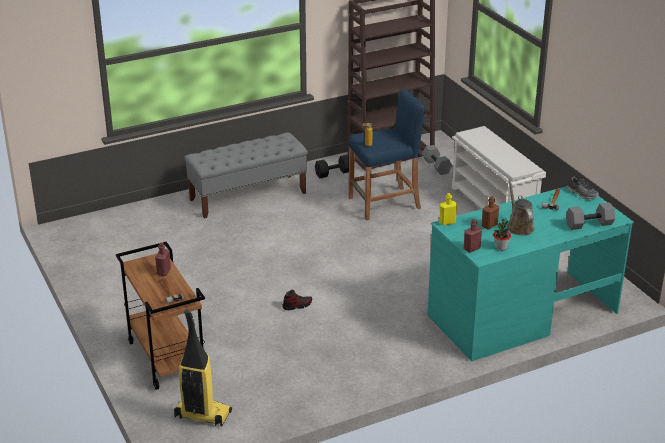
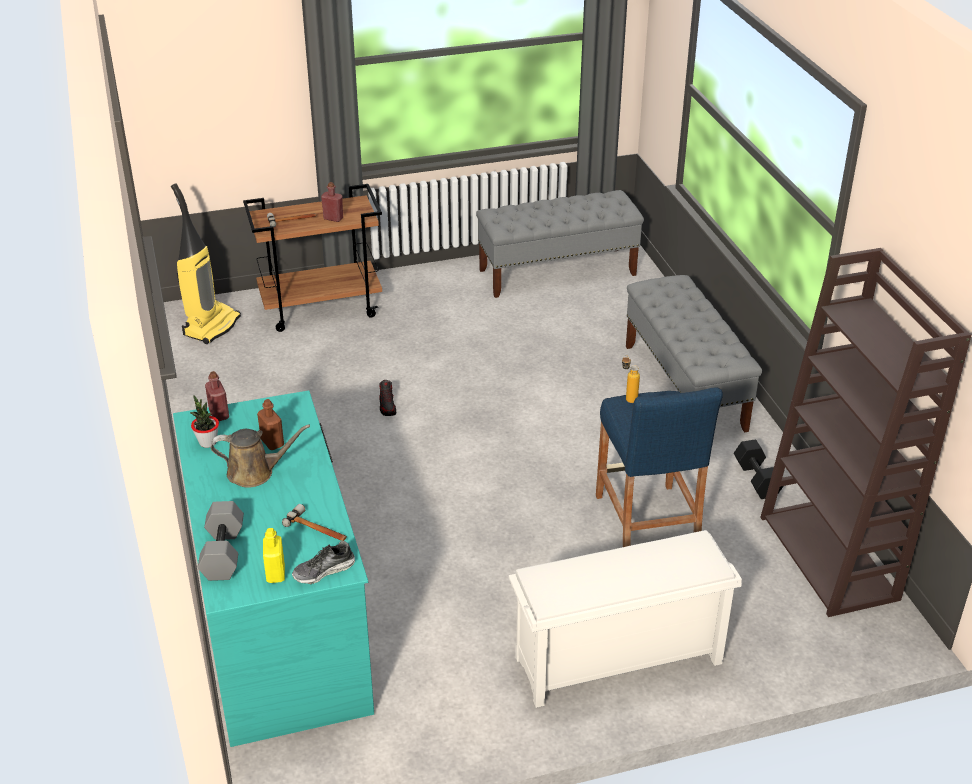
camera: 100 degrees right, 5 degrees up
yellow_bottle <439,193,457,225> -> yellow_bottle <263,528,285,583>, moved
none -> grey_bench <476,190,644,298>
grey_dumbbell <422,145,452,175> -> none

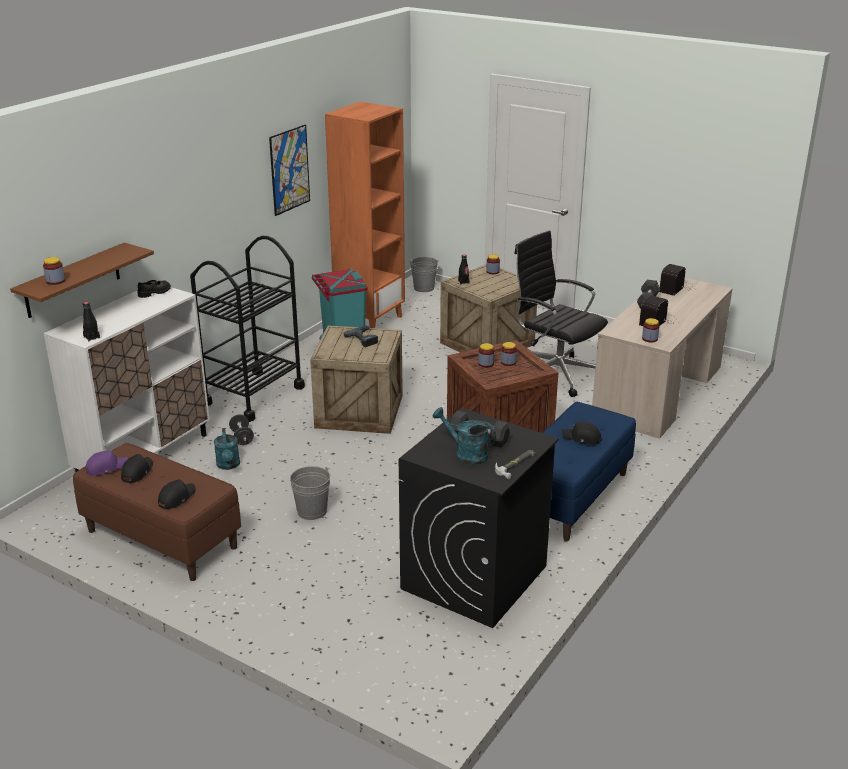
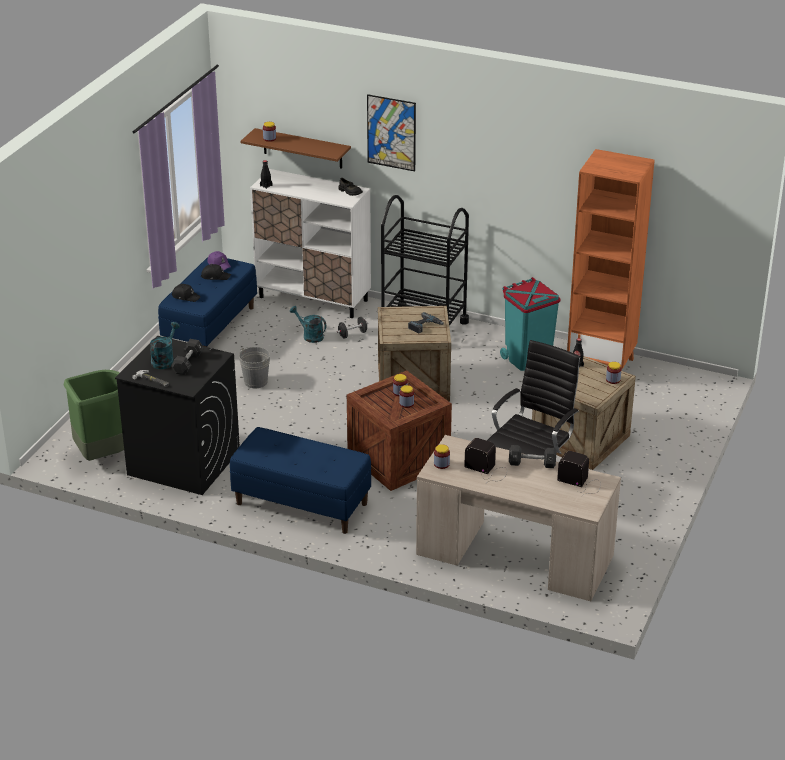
camera: 80 degrees right, 5 degrees up
none -> green_trash_can <64,370,124,461>
brown_bench <73,443,241,581> -> blue_bench <158,257,257,347>
turquoise_watering_can <214,428,240,470> -> turquoise_watering_can <290,306,326,343>, 60 degrees clockwise
picture <269,125,310,216> -> picture <367,94,416,171>, moved
grey_bucket <409,257,438,292> -> none
black_cap <562,422,602,445> -> none

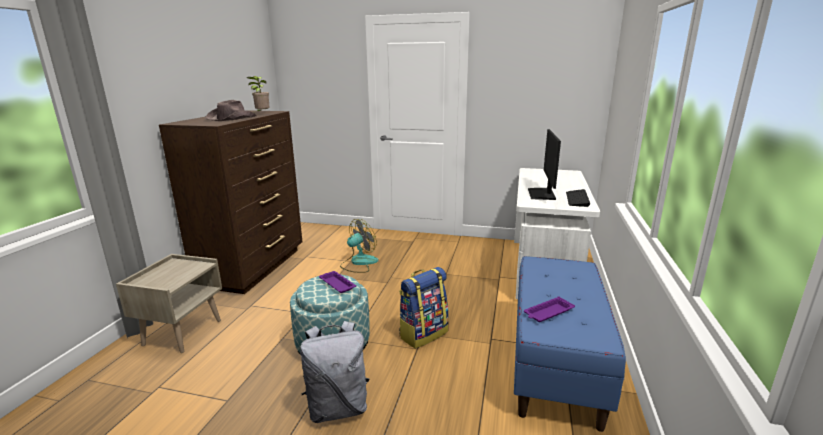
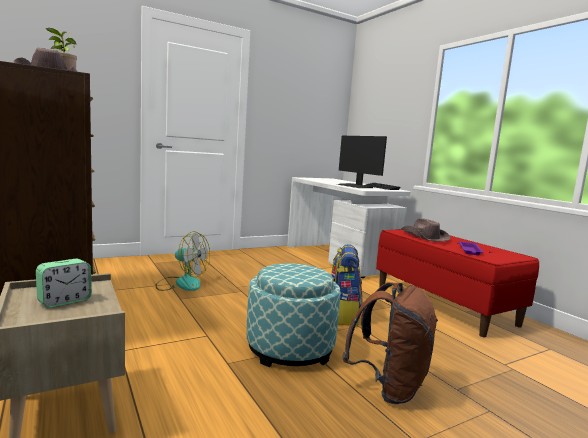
camera: 45 degrees left, 10 degrees down
none -> alarm_clock <36,259,92,308>
fan <340,219,379,273> -> fan <156,231,210,291>, 105 degrees clockwise
grey_backpack <300,321,369,423> -> brown_backpack <342,282,438,404>
blue_bench <514,256,626,432> -> red_bench <376,229,539,337>
none -> brown_hat <401,218,450,242>
purple_tray <319,271,356,293> -> none

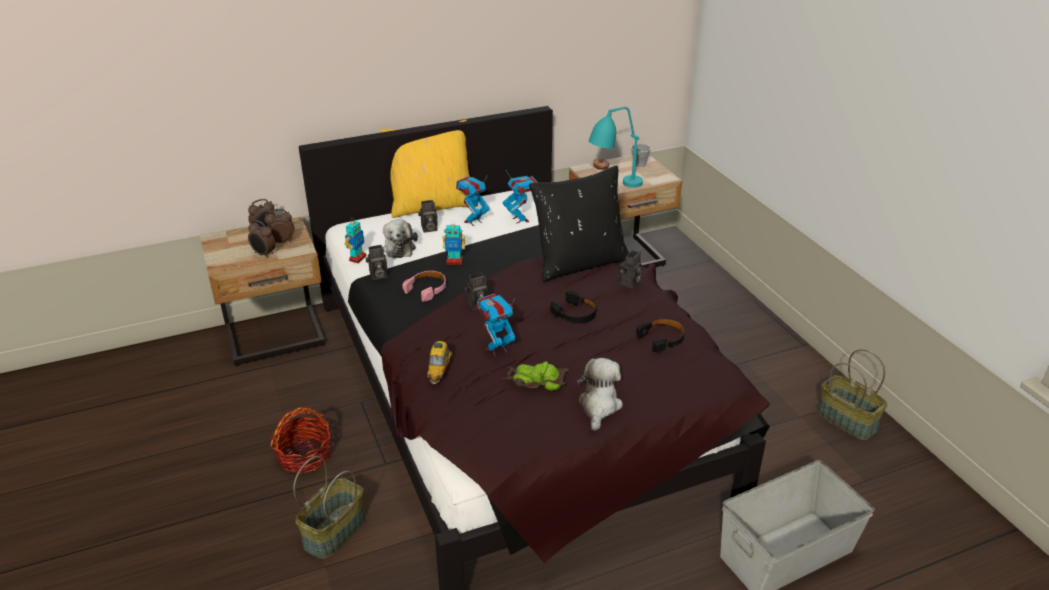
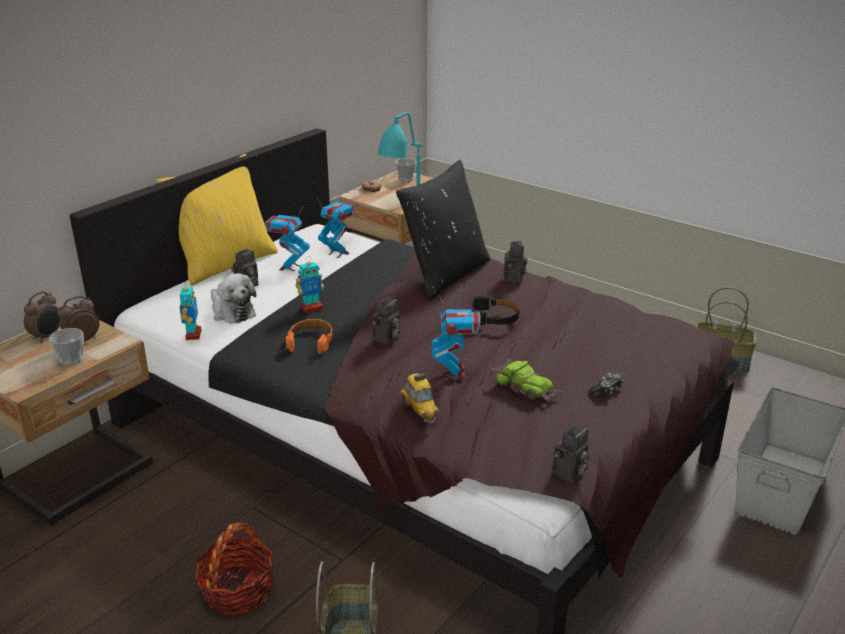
camera: 30 degrees left, 5 degrees down
alarm_clock <248,220,276,258> -> cup <49,328,84,366>
pink_headphones <402,271,446,302> -> orange_headphones <286,319,333,354>
toy_robot <477,294,515,356> -> toy_robot <432,295,481,378>, 150 degrees clockwise
toy_car <501,361,569,391> -> toy_car <491,358,564,402>, 120 degrees counterclockwise
photo_camera <366,245,388,280> -> photo_camera <552,424,589,483>, moved
plush_toy <577,358,623,431> -> game_controller <589,373,624,396>
black_headphones <636,319,685,352> -> none

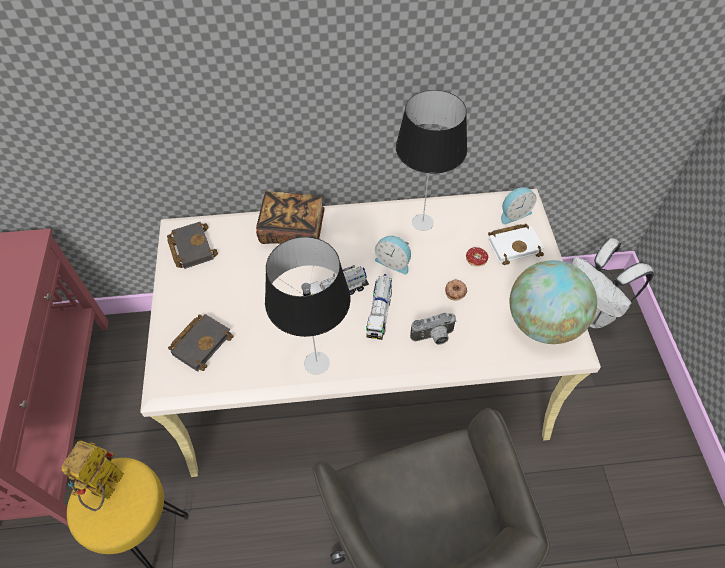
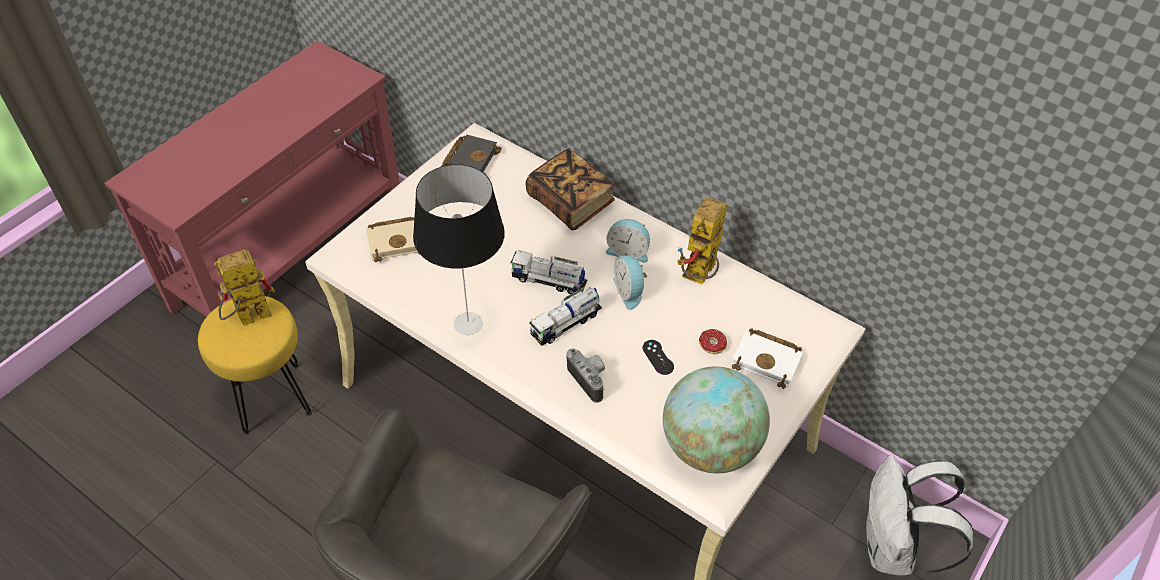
camera: 40 degrees right, 5 degrees down
black_book <168,314,234,372> -> beige_book <366,217,420,262>
photo_camera <410,313,457,345> -> photo_camera <566,349,605,403>, 150 degrees counterclockwise
alarm_clock <501,187,537,225> -> alarm_clock <606,219,650,263>, moved
donut <445,279,467,301> -> black_game_controller <643,340,674,375>
table_lamp <396,90,467,231> -> toy_robot <677,197,727,285>

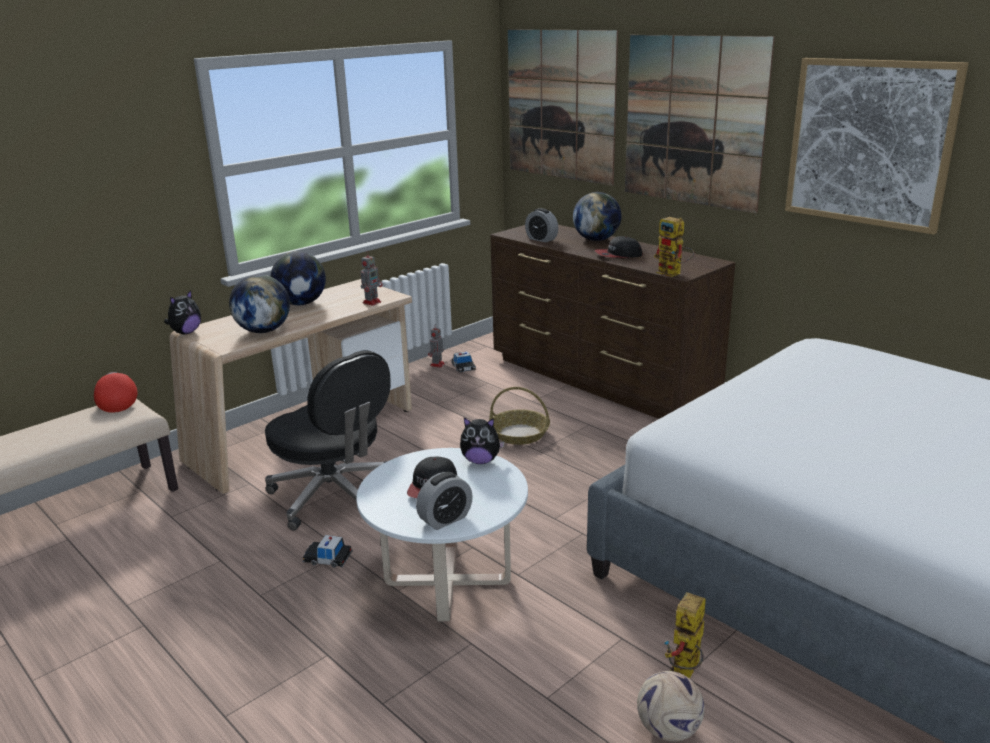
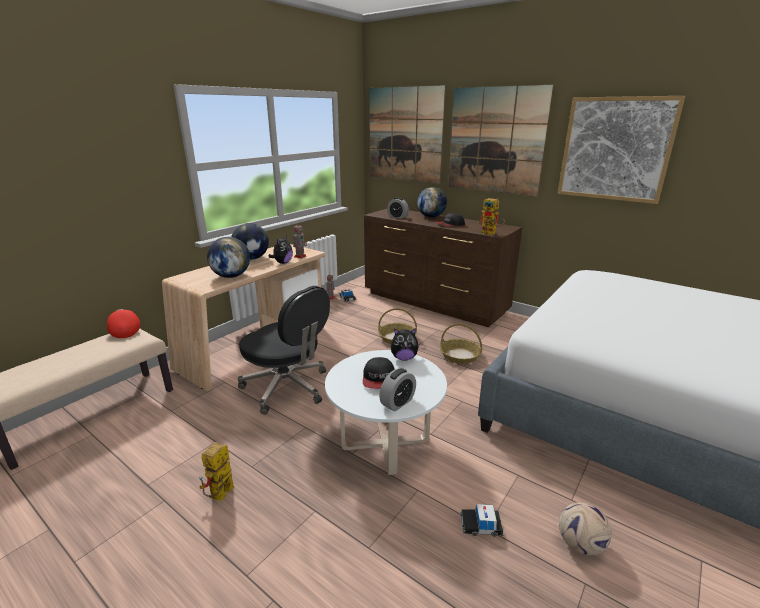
camera: 10 degrees left, 0 degrees up
toy_robot <664,592,706,679> -> toy_robot <199,442,234,502>, moved
plush_toy <164,290,201,334> -> plush_toy <268,236,293,264>, moved
none -> basket <440,324,482,364>
toy_car <302,535,353,568> -> toy_car <460,504,504,537>, moved

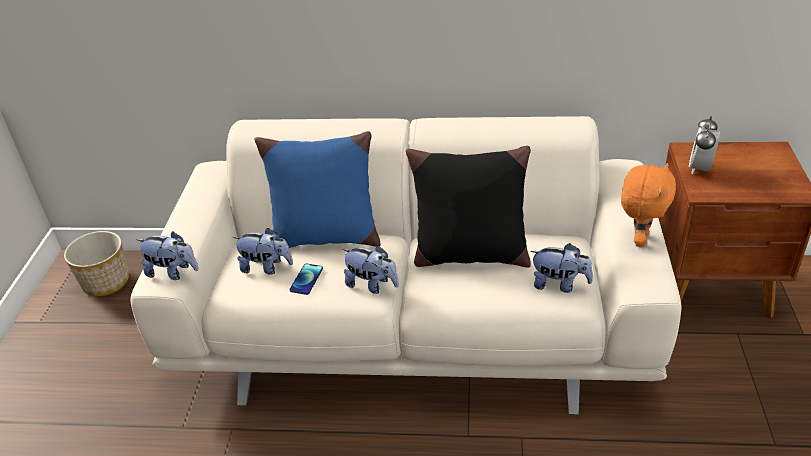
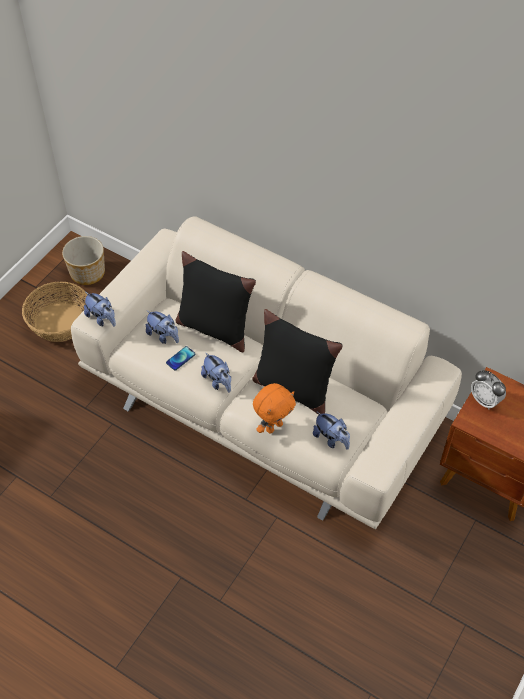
camera: 25 degrees right, 15 degrees up
none -> basket <22,282,87,342>
blue_pillow <254,131,381,248> -> black_pillow <175,251,256,352>
orange_plush_toy <621,163,676,247> -> orange_plush_toy <253,383,296,433>, moved
alarm_clock <689,116,720,174> -> alarm_clock <471,370,506,410>, 90 degrees counterclockwise

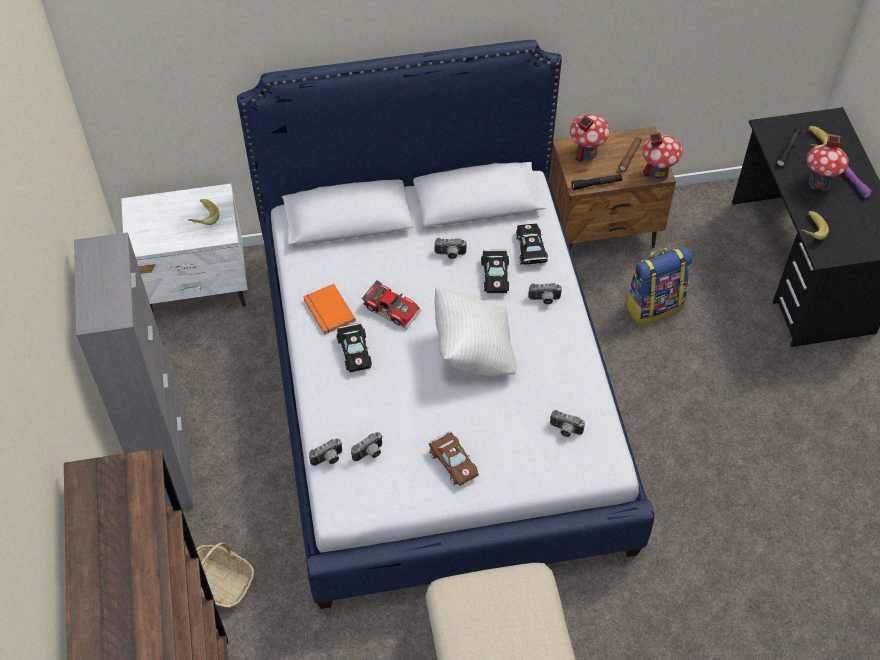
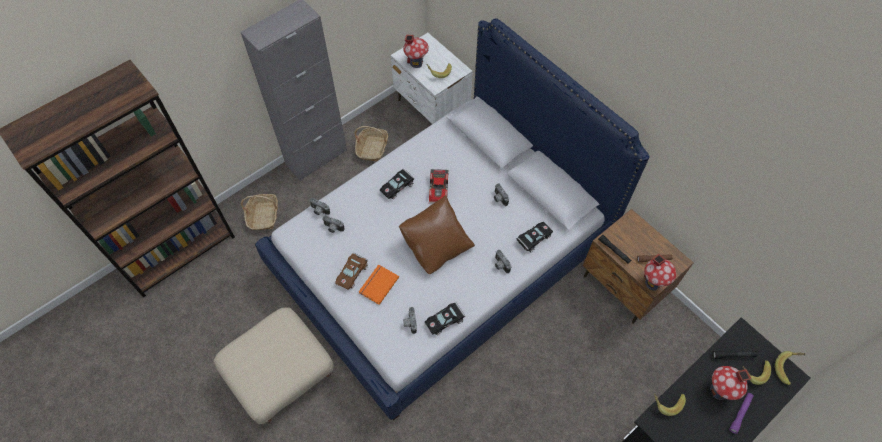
camera: 60 degrees right, 5 degrees up
none -> basket <355,126,388,162>
orange_book <303,284,356,335> -> orange_book <359,264,399,305>, moved
white_pillow <435,286,517,377> -> brown_pillow <399,195,475,274>
toy_house <570,114,610,162> -> toy_house <403,35,429,68>, moved
black_toy_car <481,250,509,293> -> black_toy_car <425,302,465,335>, moved
none -> banana <775,351,805,385>
backpack <625,247,692,325> -> none

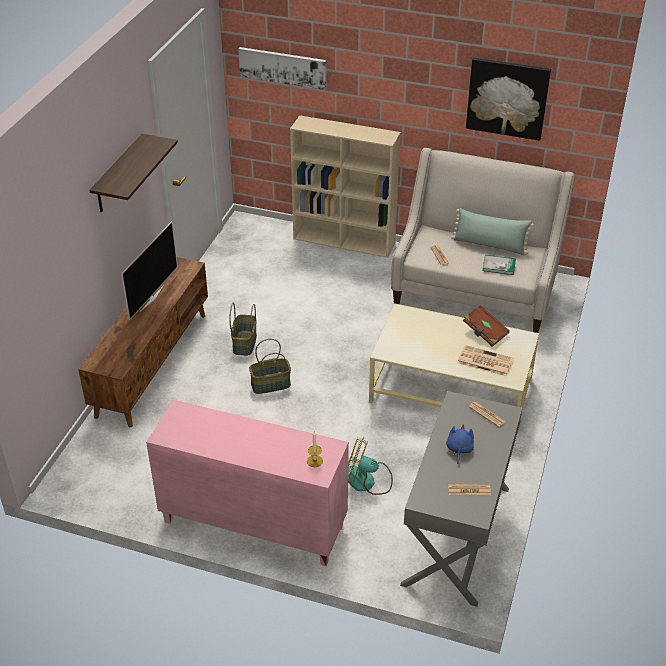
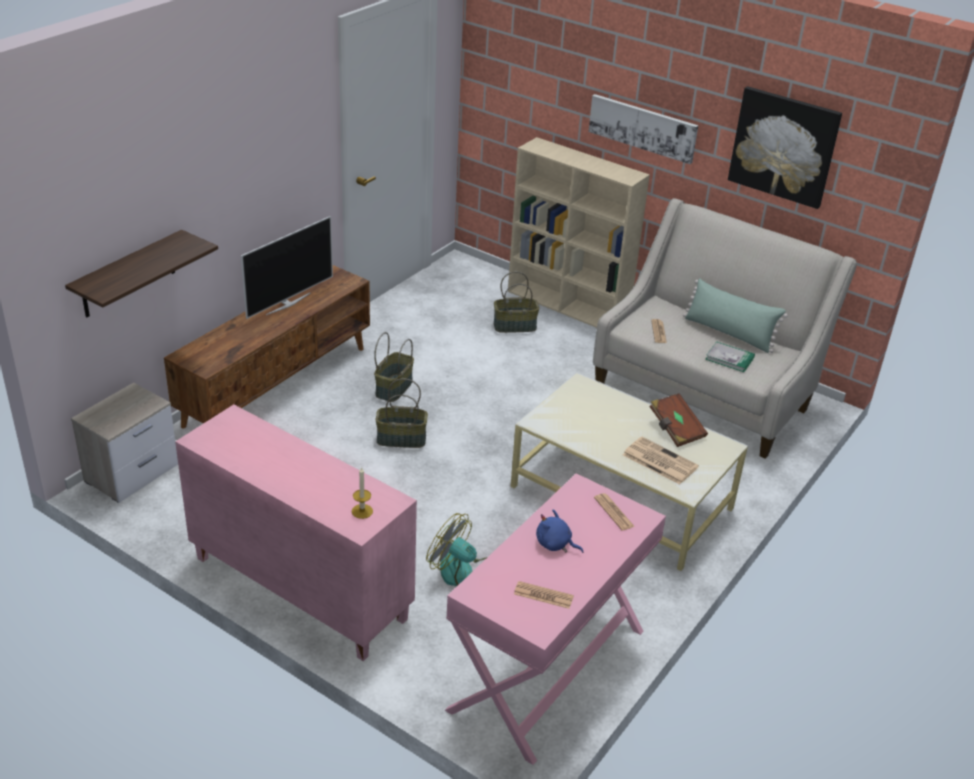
camera: 15 degrees right, 5 degrees down
shelf <90,134,178,213> -> shelf <65,230,218,317>, moved
none -> nightstand <71,383,178,503>
grey_desk <400,391,522,607> -> pink_desk <445,473,666,765>
none -> basket <494,271,539,333>
blue_plush_toy <446,424,474,464> -> blue_plush_toy <536,509,583,553>, 90 degrees counterclockwise
picture <238,47,326,90> -> picture <589,94,698,164>, moved

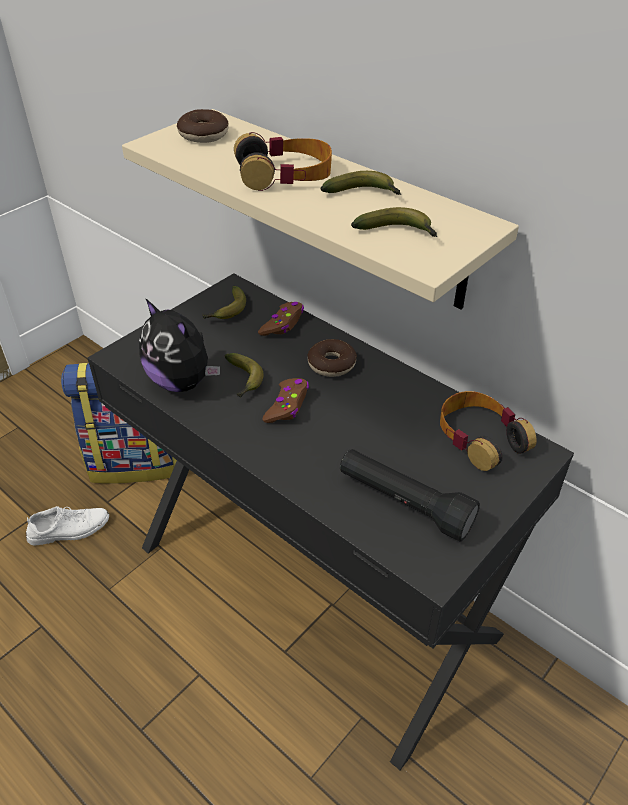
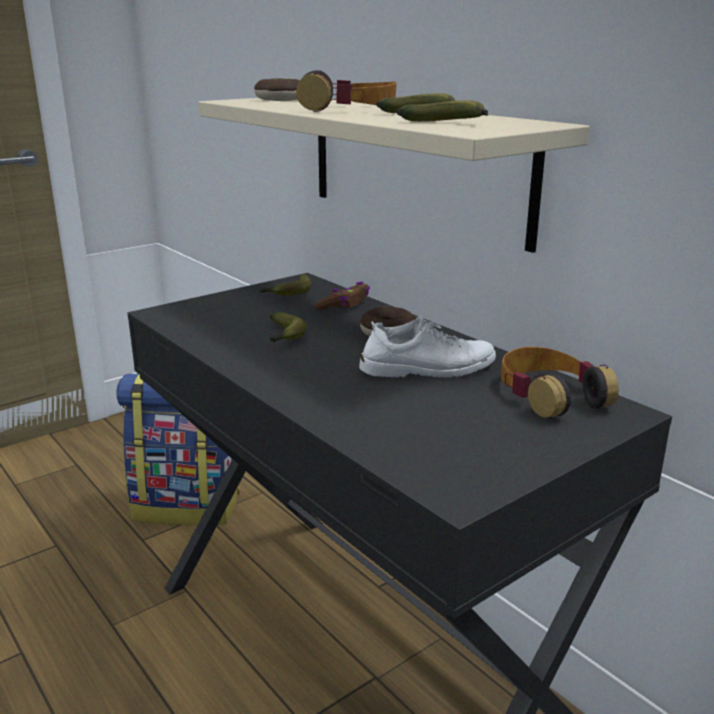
camera: 10 degrees right, 20 degrees down
white_shoe <26,506,109,546> -> white_shoe <359,317,496,378>, moved
plush_toy <139,298,220,392> -> none
brown_game_controller <263,378,309,423> -> none
black_flashlight <340,449,480,542> -> none

